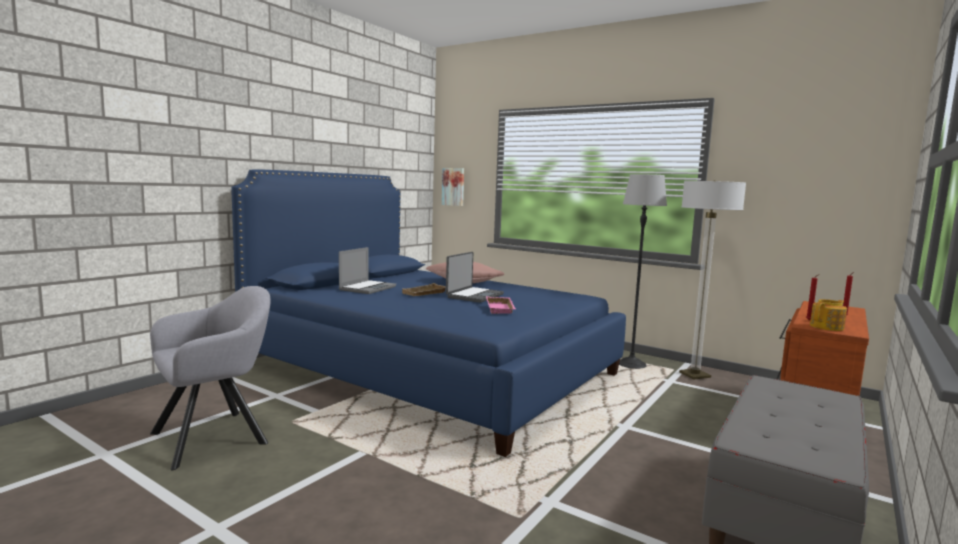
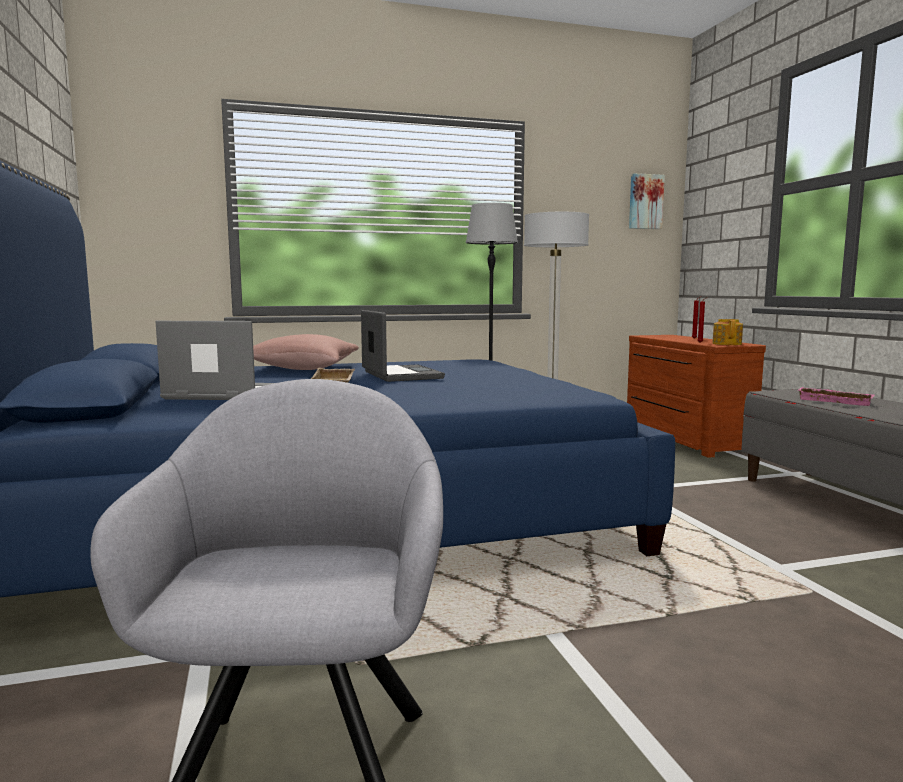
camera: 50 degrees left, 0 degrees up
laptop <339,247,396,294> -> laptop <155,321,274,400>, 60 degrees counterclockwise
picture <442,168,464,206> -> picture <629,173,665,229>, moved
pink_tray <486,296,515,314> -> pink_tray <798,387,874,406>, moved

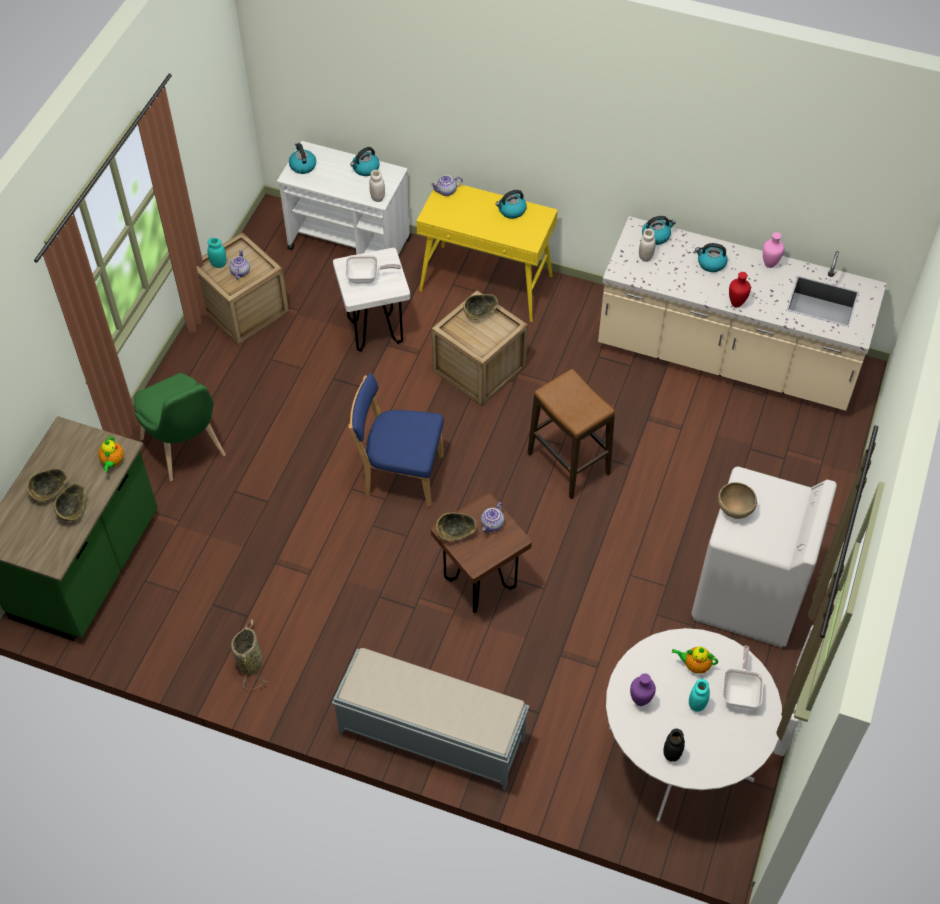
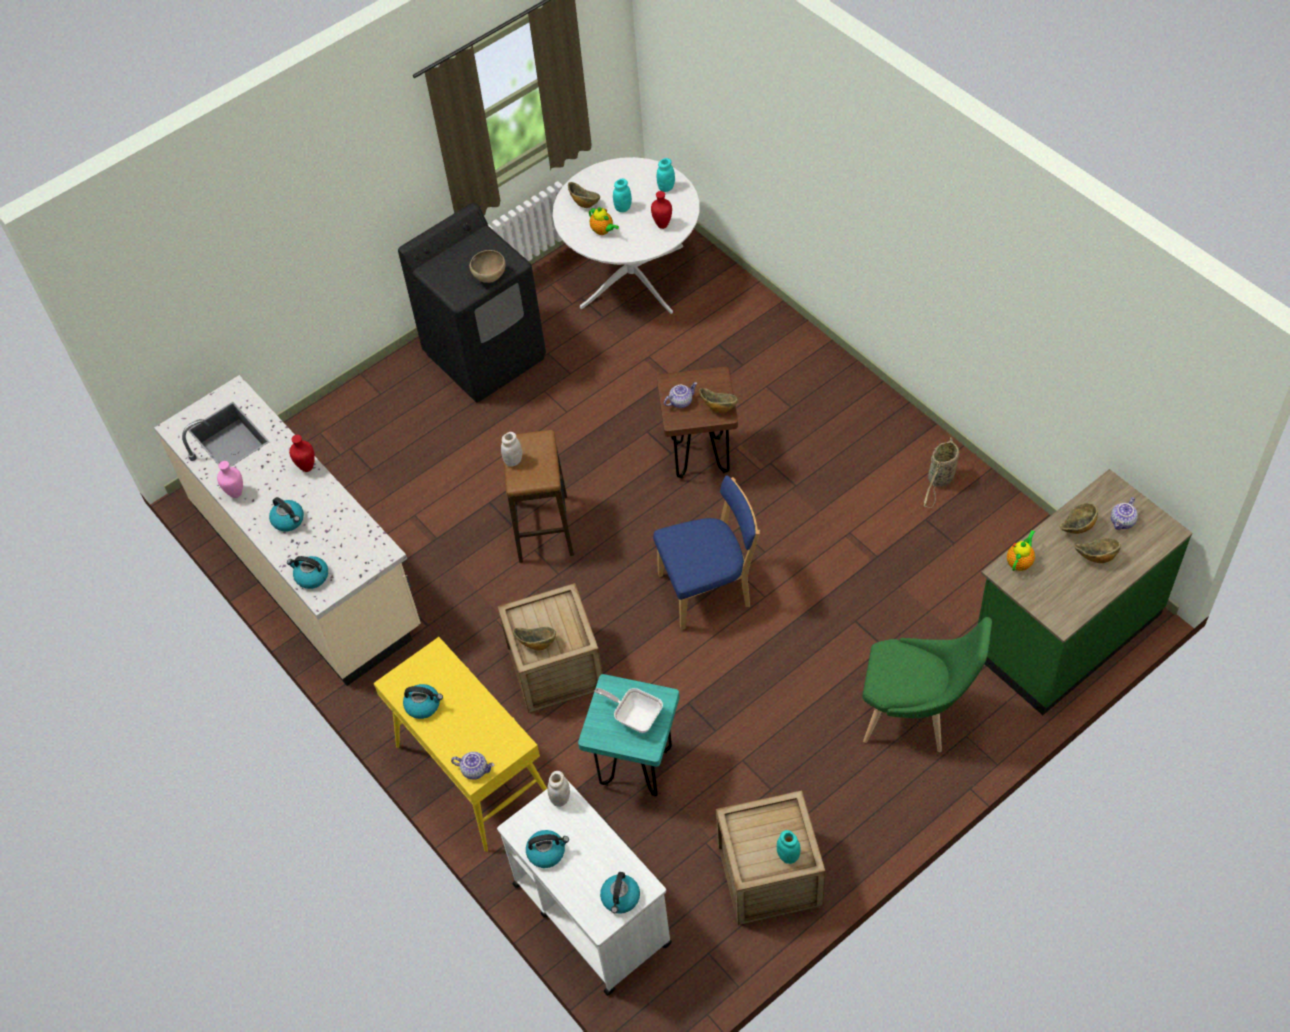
camera: 145 degrees left, 0 degrees up
white_washing_machine <692,467,837,648> -> black_washing_machine <398,203,546,402>
white_jar <639,228,656,262> -> white_jar <501,432,522,466>, moved
frying_pan <723,646,764,709> -> bowl <568,182,600,208>
white_stool <333,248,410,352> -> turquoise_stool <578,674,680,797>
purple_vase <630,673,656,706> -> red_vase <651,191,672,229>
blue_chair <349,373,444,507> -> blue_chair <653,475,760,630>, 60 degrees counterclockwise
black_jar <663,729,685,762> -> turquoise_jar <657,158,675,192>
green_chair <134,373,226,481> -> green_chair <863,617,992,752>, 105 degrees clockwise
teapot <229,250,250,280> -> teapot <1111,497,1138,530>, moved
grey_bench <332,648,529,791> -> none

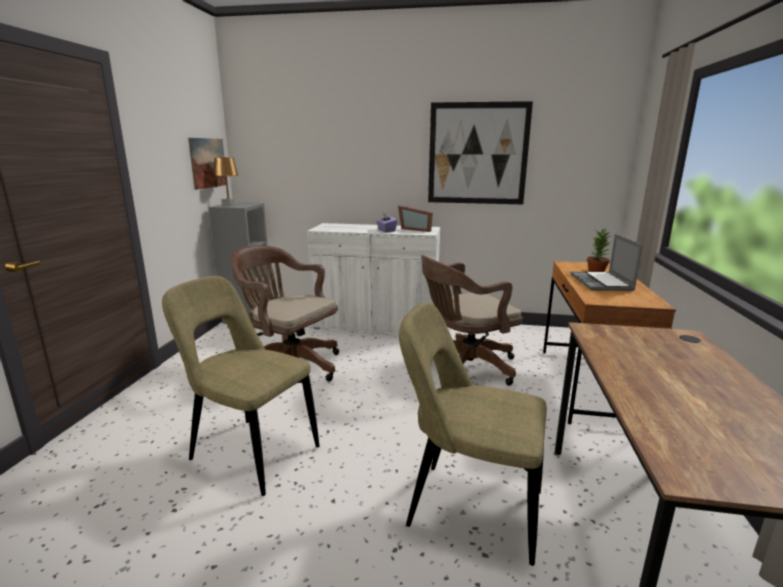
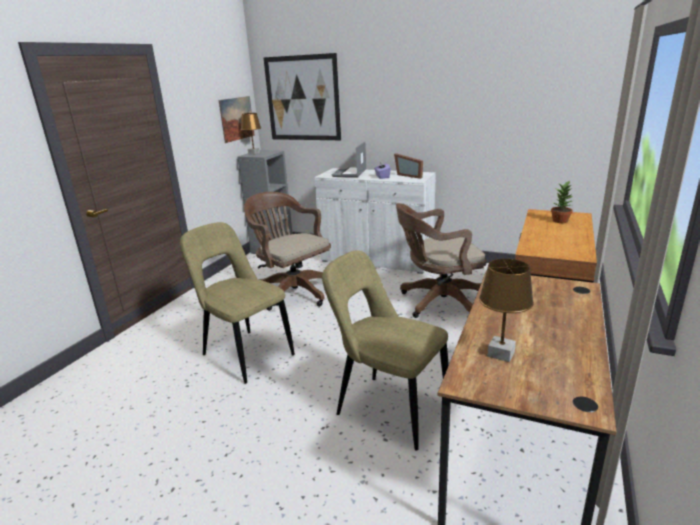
camera: 15 degrees right, 5 degrees up
picture <428,101,533,204> -> picture <263,53,341,140>, moved
laptop <570,234,643,291> -> laptop <332,142,366,177>, moved
none -> brown_table_lamp <479,259,534,362>

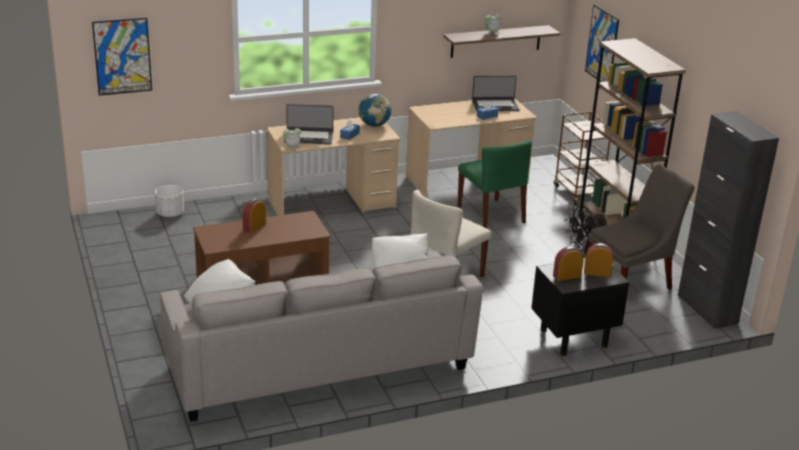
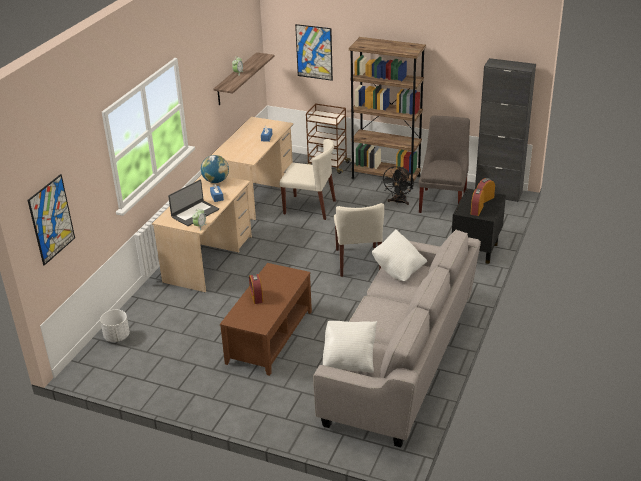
camera: 45 degrees left, 5 degrees up
green_chair <457,139,532,228> -> beige_chair <279,139,336,220>
laptop <472,76,520,111> -> none

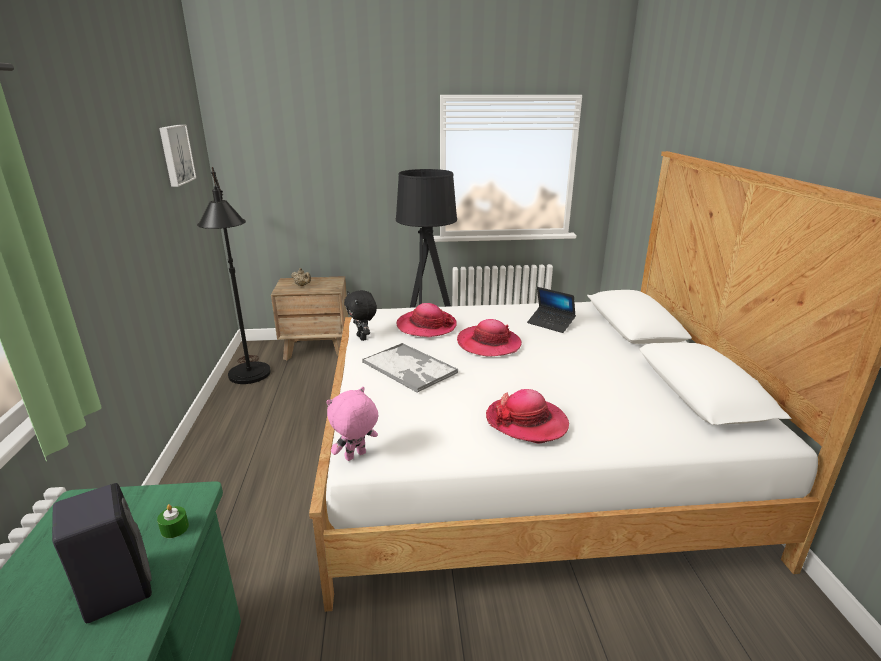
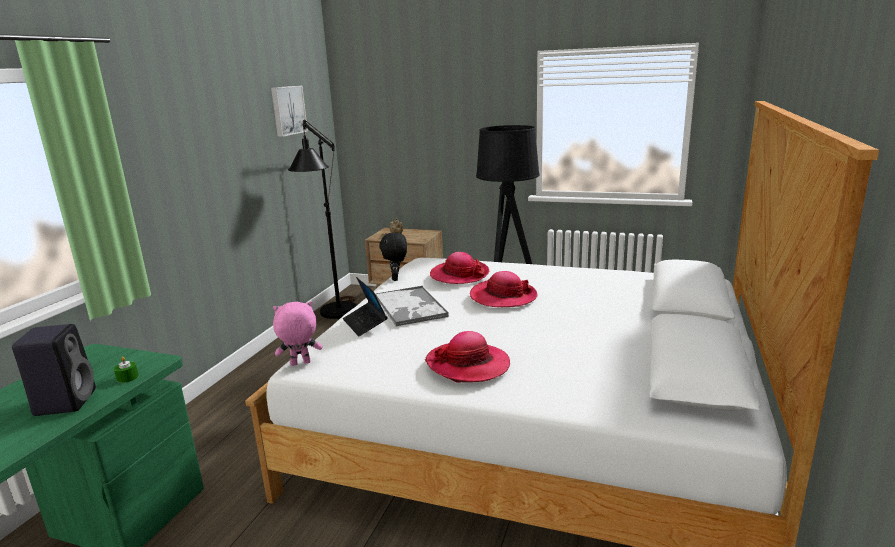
camera: 25 degrees right, 5 degrees down
laptop <527,287,576,333> -> laptop <343,277,388,337>, moved

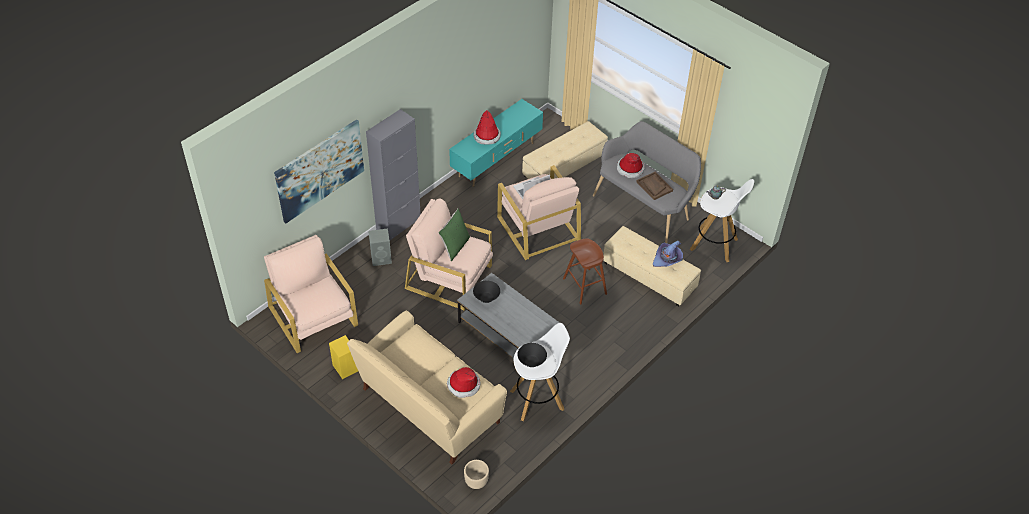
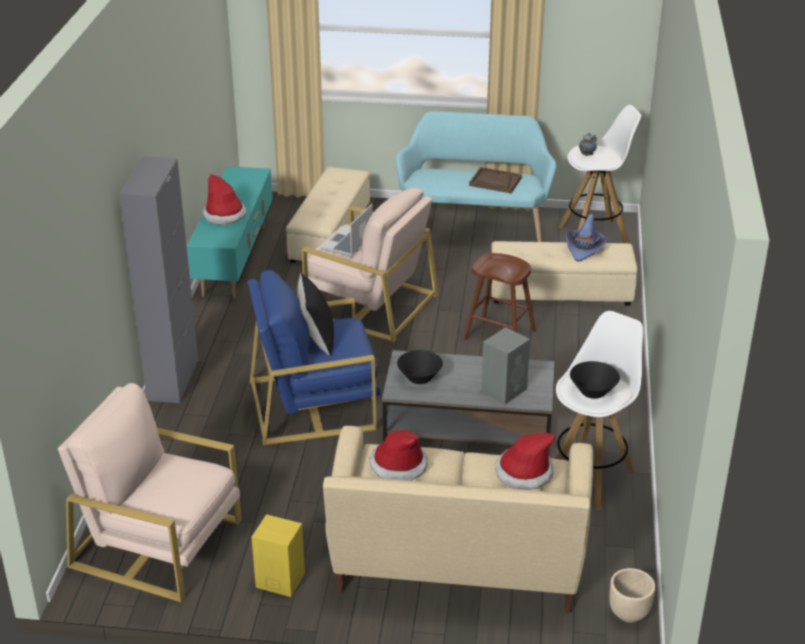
camera: 35 degrees left, 15 degrees down
beige_armchair <405,199,493,311> -> blue_armchair <247,270,380,445>
green_pillow <439,209,470,261> -> black_pillow <297,273,334,356>
hat <617,153,645,178> -> hat <369,430,428,481>, moved
grey_bench <593,121,701,243> -> turquoise_bench <396,111,557,242>
grey_speaker <368,229,392,266> -> grey_speaker <481,327,530,405>, moved
picture <274,119,364,223> -> none

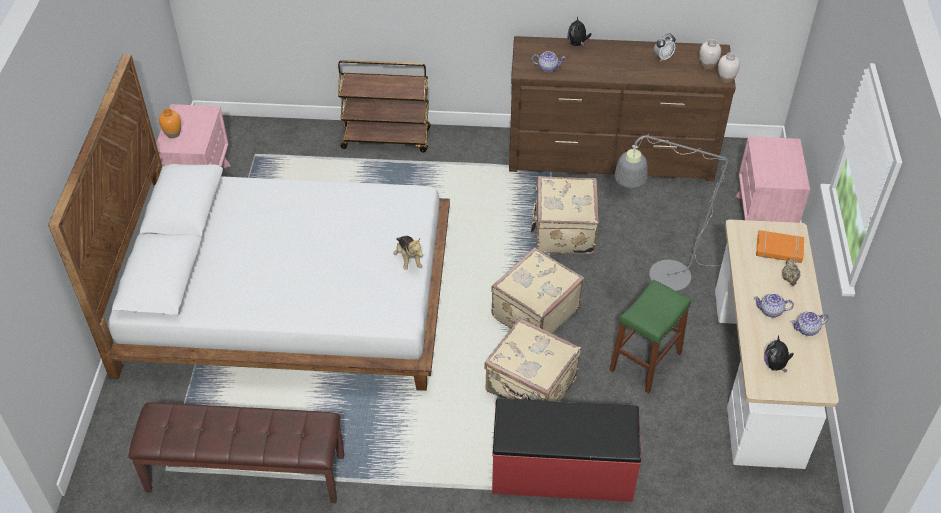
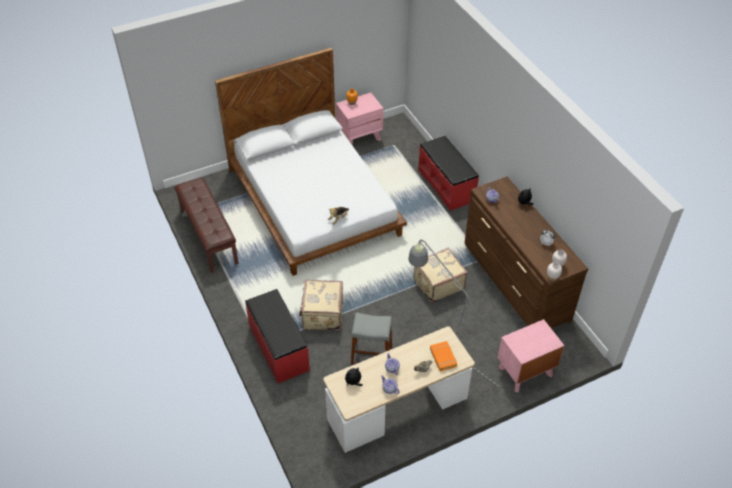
camera: 60 degrees right, 0 degrees up
green_stool <610,279,691,393> -> grey_stool <351,312,392,365>
brown_cart <338,60,431,153> -> red_bench <418,135,479,211>
beige_suitcase <491,247,584,334> -> none

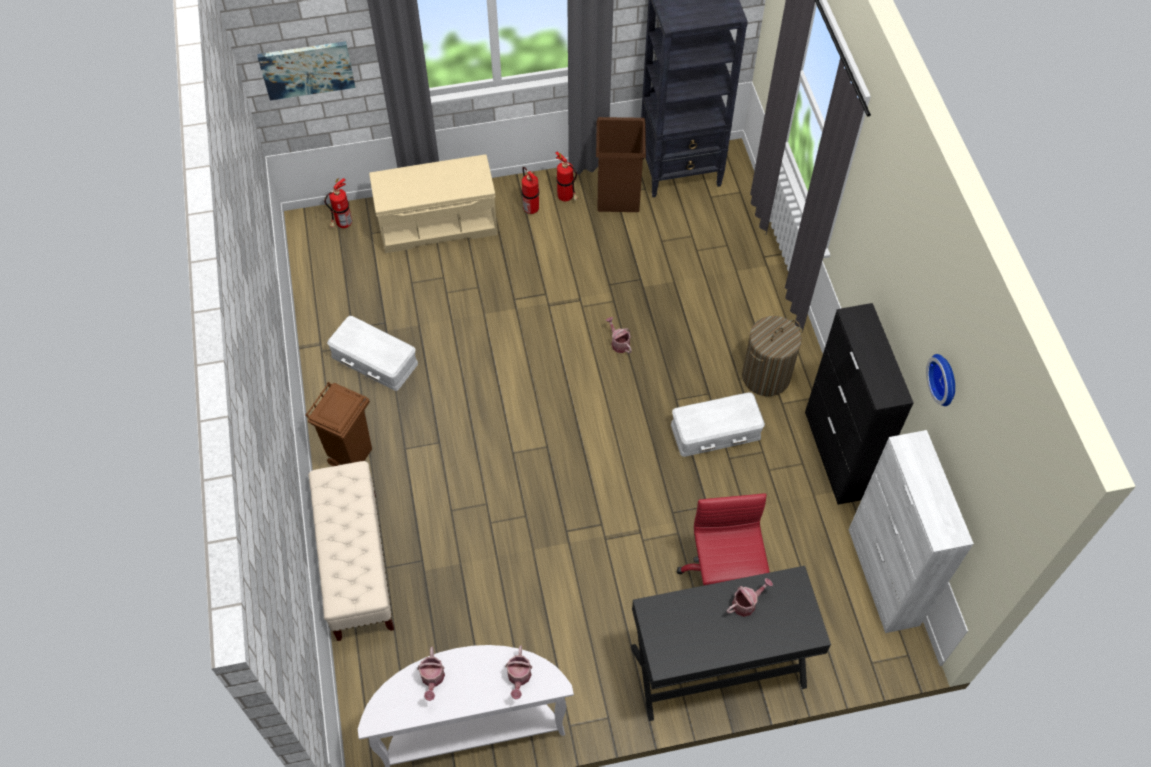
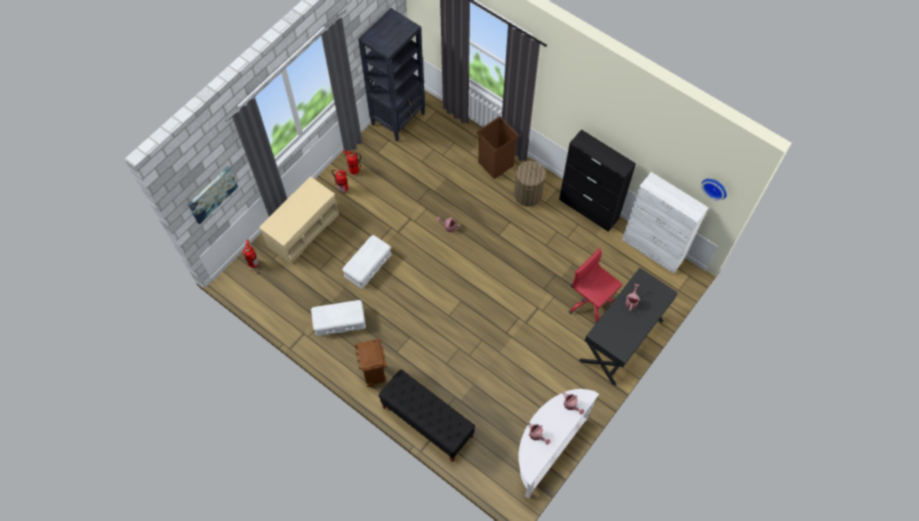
camera: 40 degrees left, 5 degrees up
white_storage_box <671,392,765,457> -> white_storage_box <342,235,392,289>, moved
beige_bench <308,461,394,641> -> black_bench <379,369,475,462>
brown_trash_can <596,117,646,212> -> brown_trash_can <477,116,519,179>, moved
wall_clock <926,354,955,406> -> wall_clock <701,179,727,201>, moved

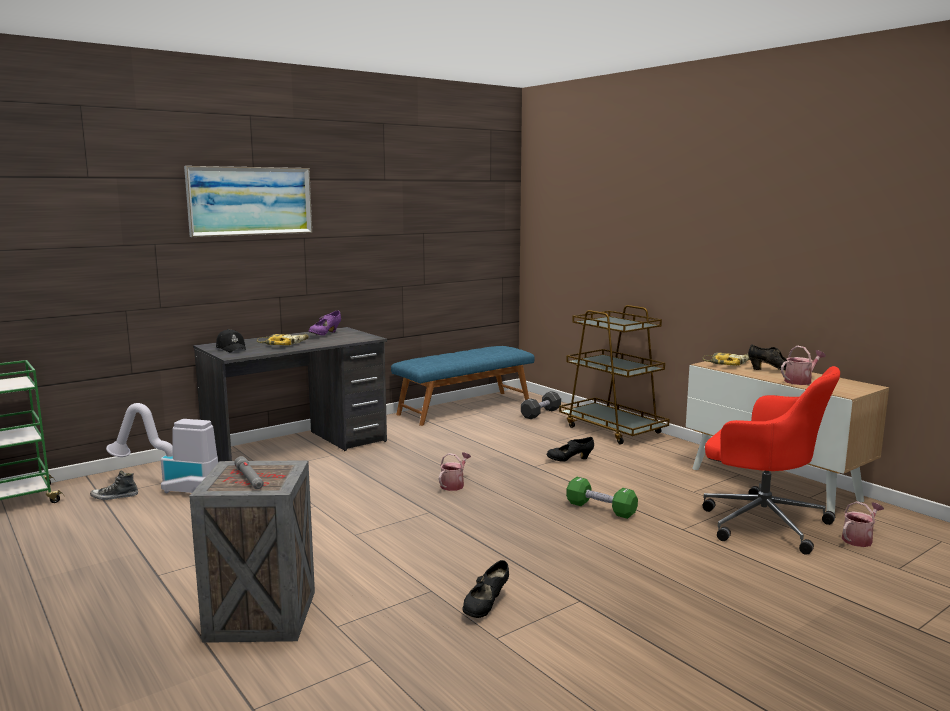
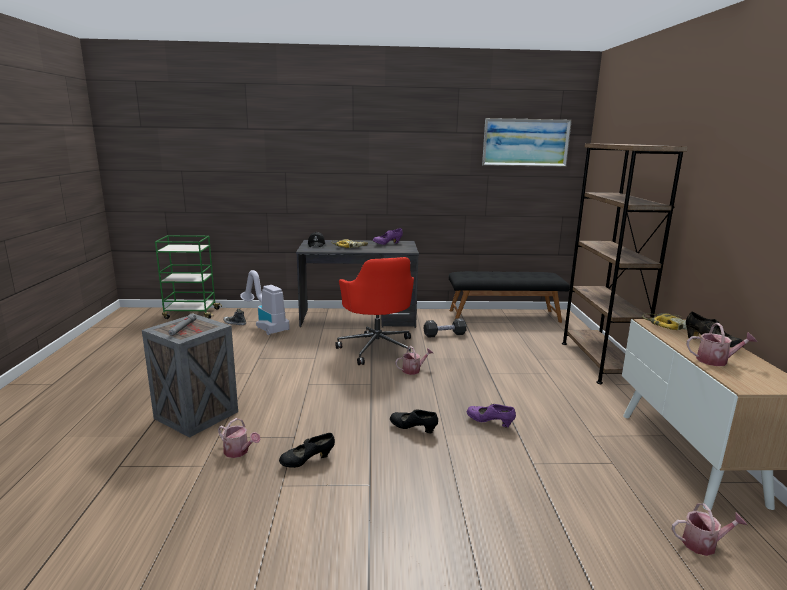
camera: 35 degrees right, 5 degrees up
none -> watering_can <218,418,261,458>
red_office_chair <703,366,840,555> -> red_office_chair <335,257,414,365>, moved
black_shoe <547,437,594,462> -> black_shoe <390,410,438,433>, moved
black_dumbbell <521,391,561,419> -> black_dumbbell <424,318,467,338>, moved
blue_bench <391,346,535,426> -> black_bench <449,271,570,323>
green_dumbbell <566,477,638,519> -> purple_shoe <467,404,516,427>
picture <184,166,312,237> -> picture <482,118,572,167>, moved
brown_cart <559,305,670,445> -> brown_bookcase <562,143,688,384>

